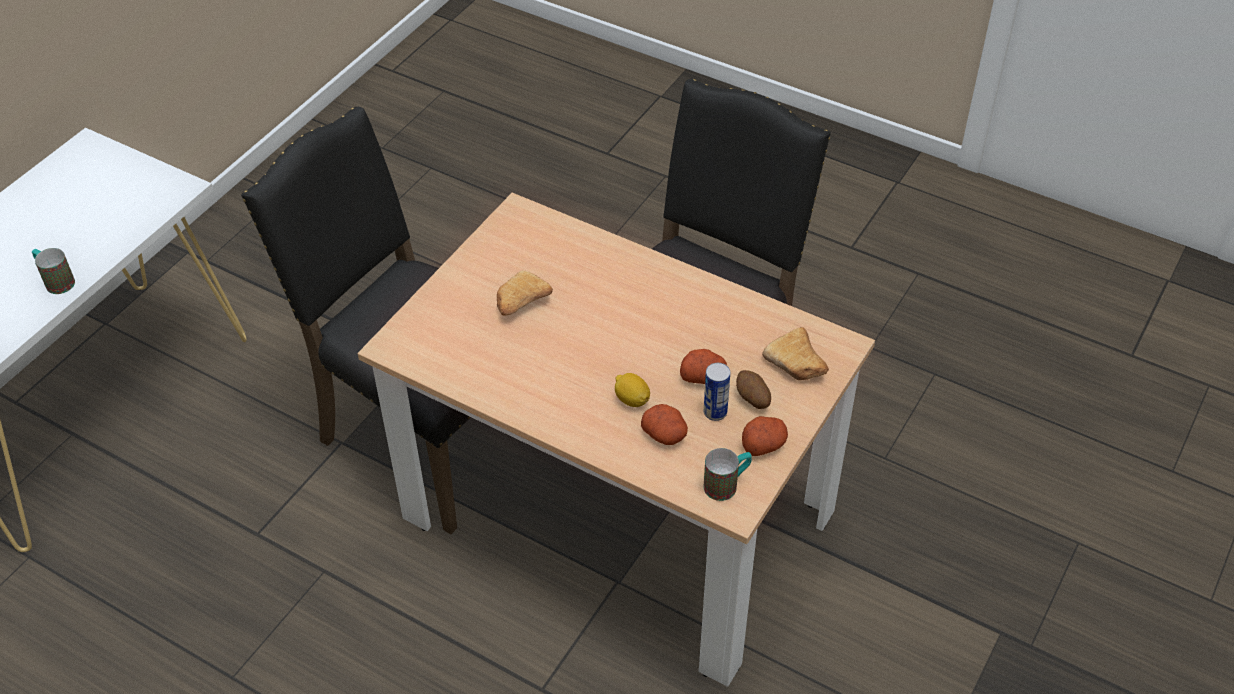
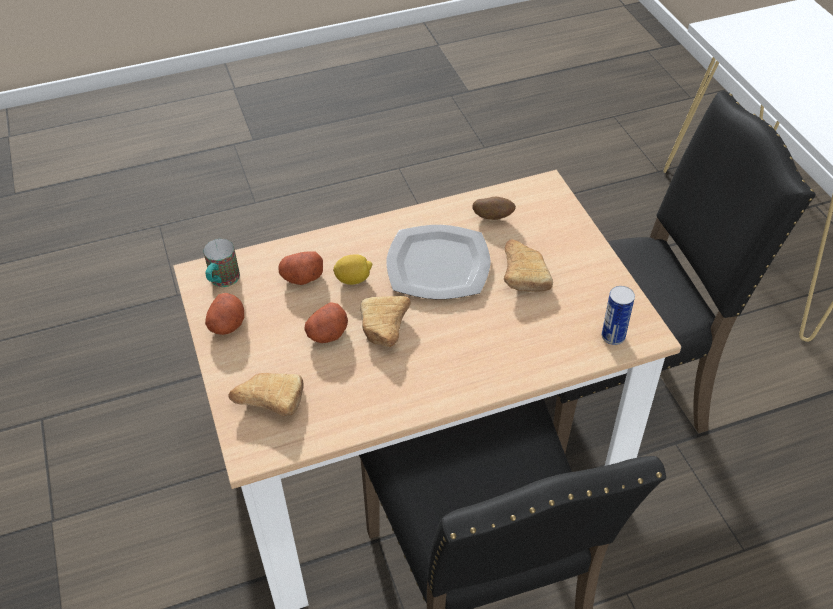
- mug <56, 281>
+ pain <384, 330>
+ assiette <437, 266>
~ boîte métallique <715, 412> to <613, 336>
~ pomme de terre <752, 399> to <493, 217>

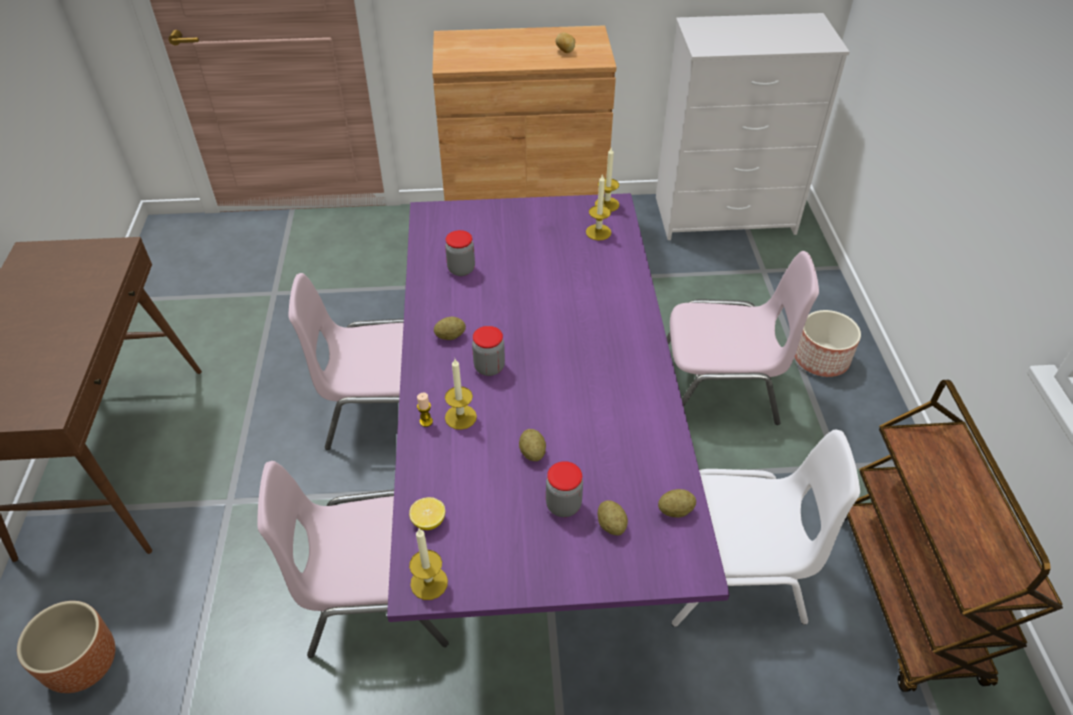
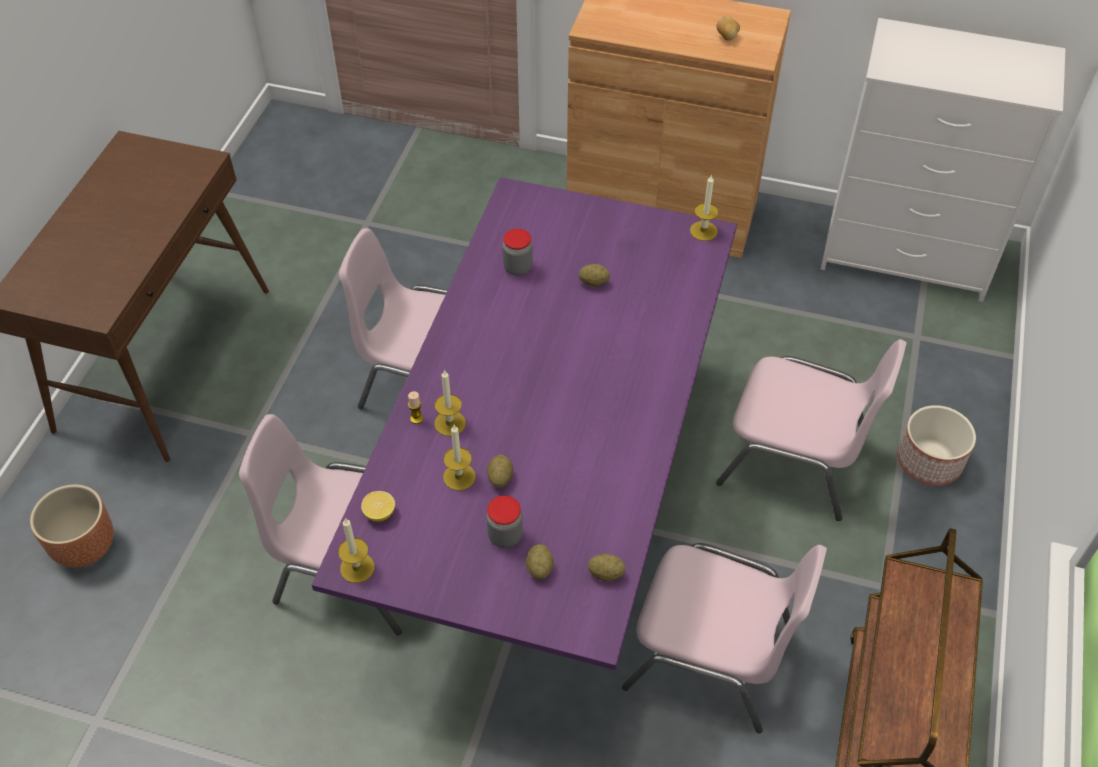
- bocal <489, 367>
~ pomme de terre <450, 336> to <593, 282>
~ bougie <598, 232> to <459, 477>
~ chaise [blanc] <734, 570> to chaise [rose] <712, 656>

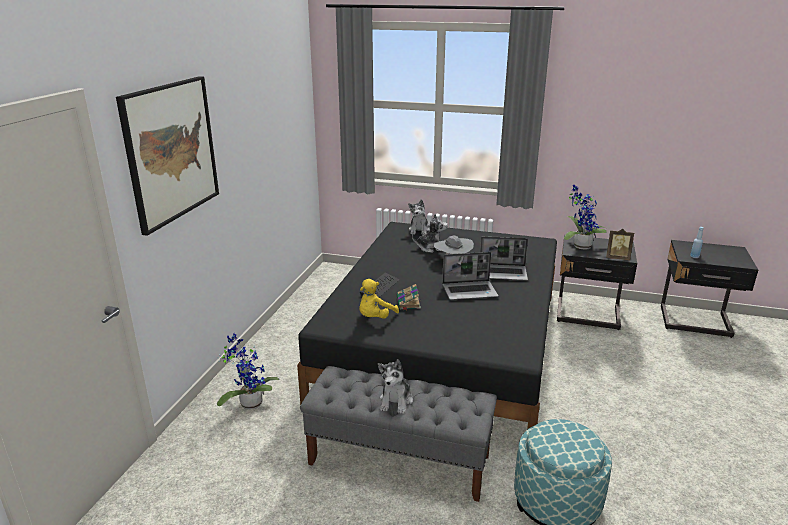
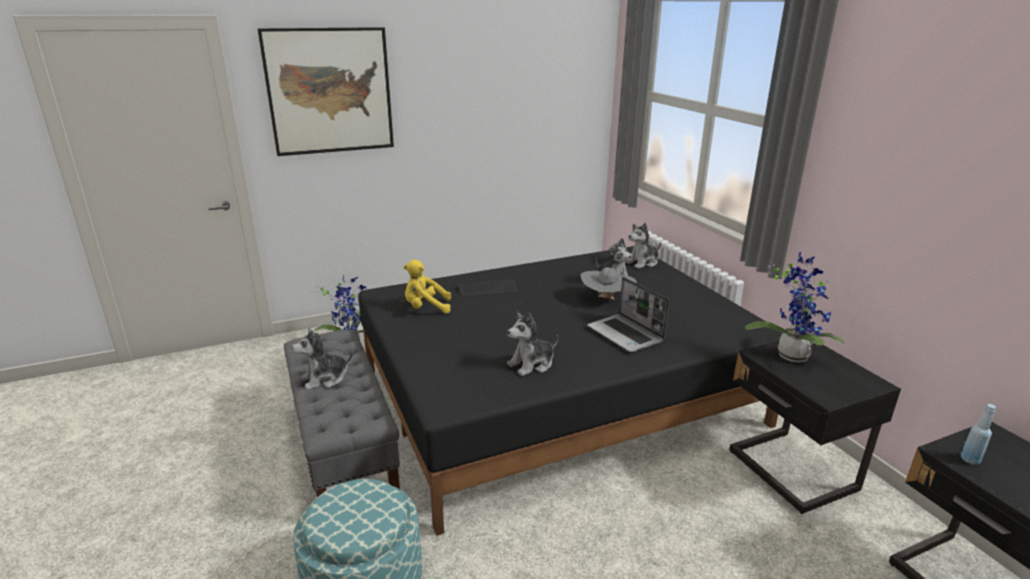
- livre <408, 303>
- ordinateur portable <470, 291>
- cadre photo <617, 258>
+ peluche <532, 364>

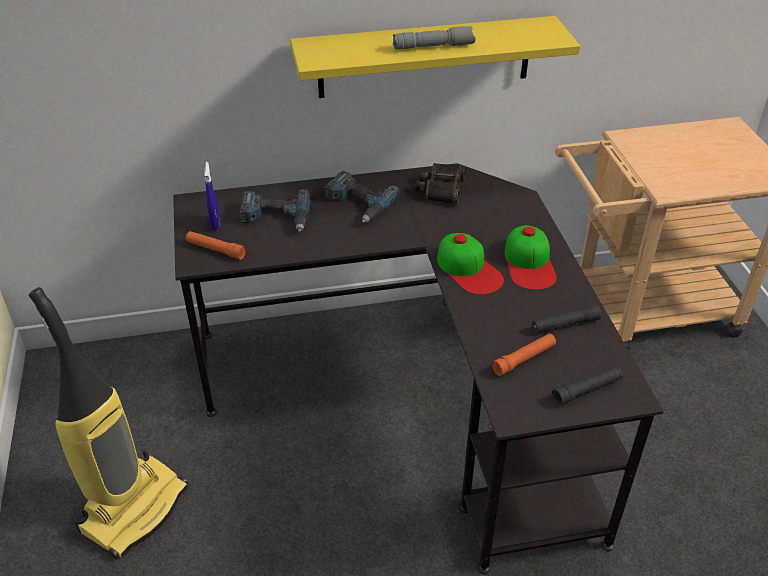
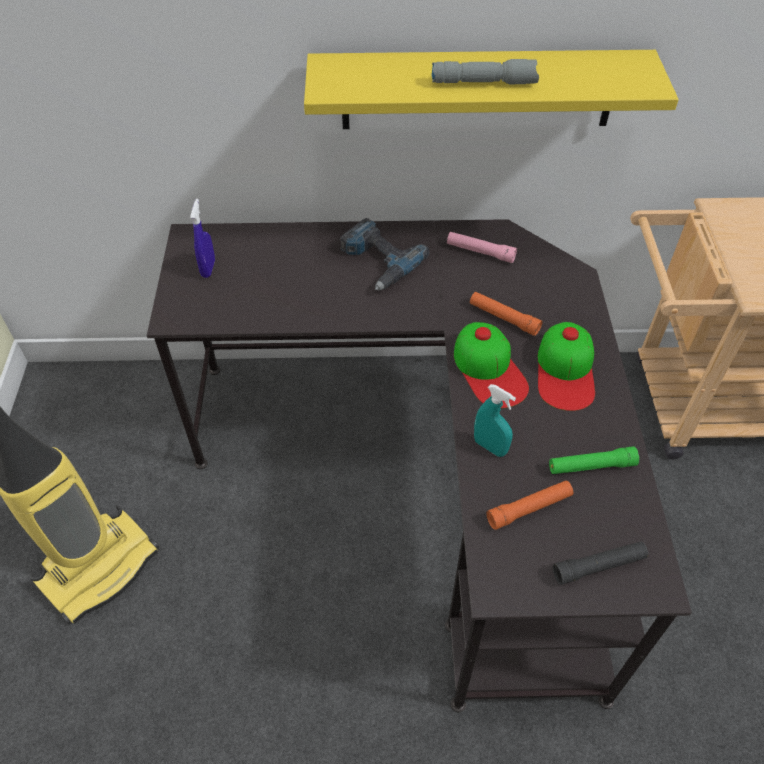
- perceuse <276, 217>
+ vaporisateur [turquoise] <490, 447>
~ lampe de poche [orange] <215, 250> to <503, 318>
~ jumelles <440, 188> to lampe de poche [rose] <480, 252>
~ lampe de poche [noir] <565, 325> to lampe de poche [vert] <591, 466>

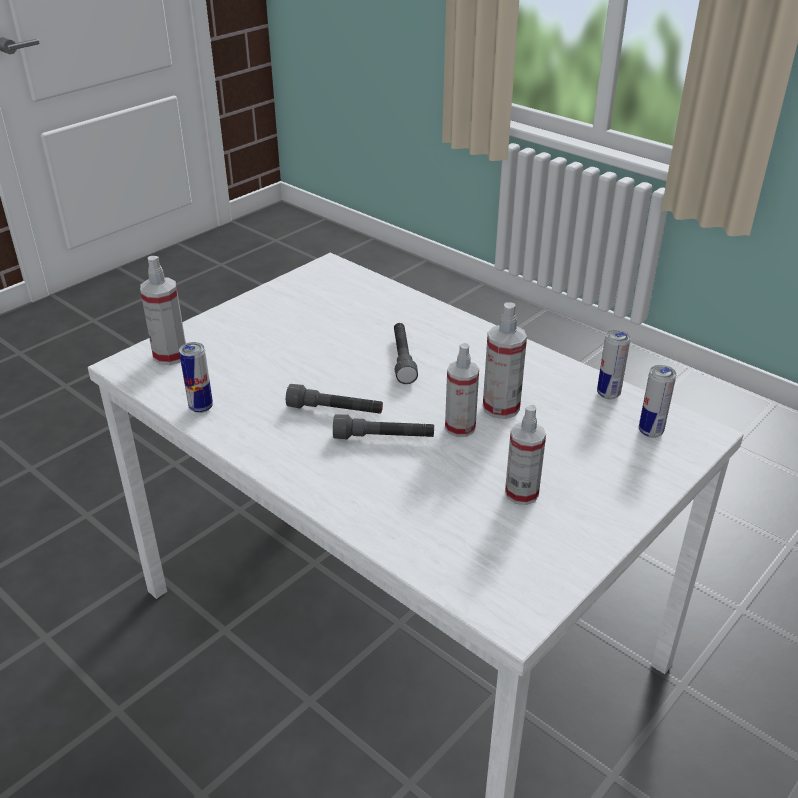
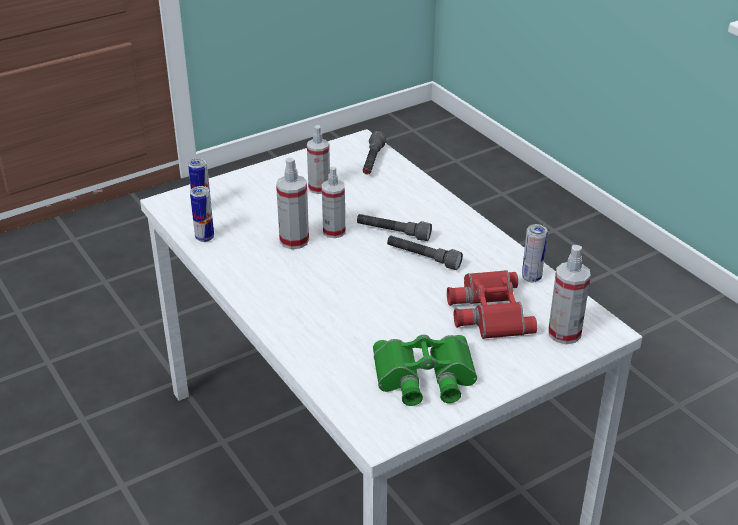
+ jumelles [vert] <424, 378>
+ jumelles [rouge] <487, 311>
~ lampe de poche [gris] <402, 359> to <372, 161>

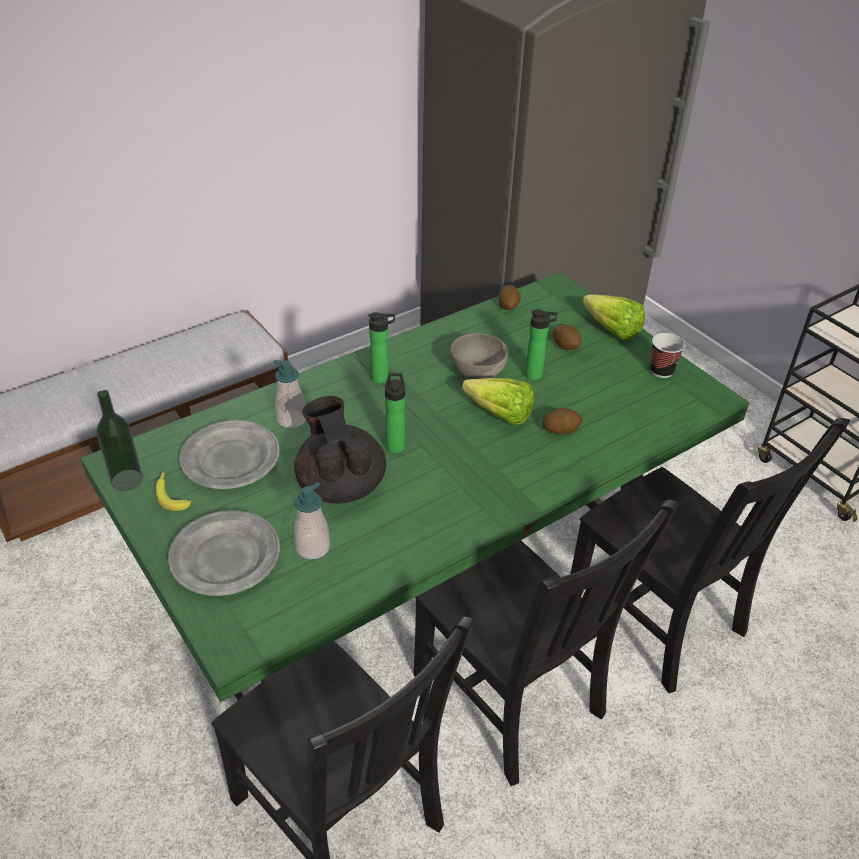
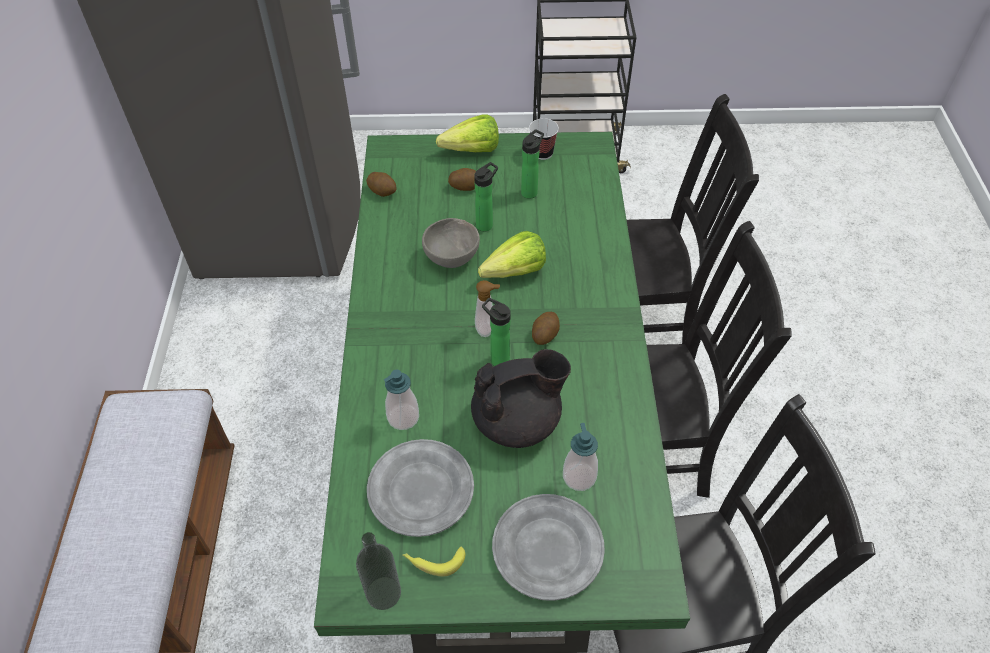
+ distributeur de savon <487, 329>
~ bouteille <382, 378> to <530, 191>
~ pomme de terre <561, 429> to <545, 334>
~ théière [noir] <340, 485> = <518, 421> 150 degrees clockwise

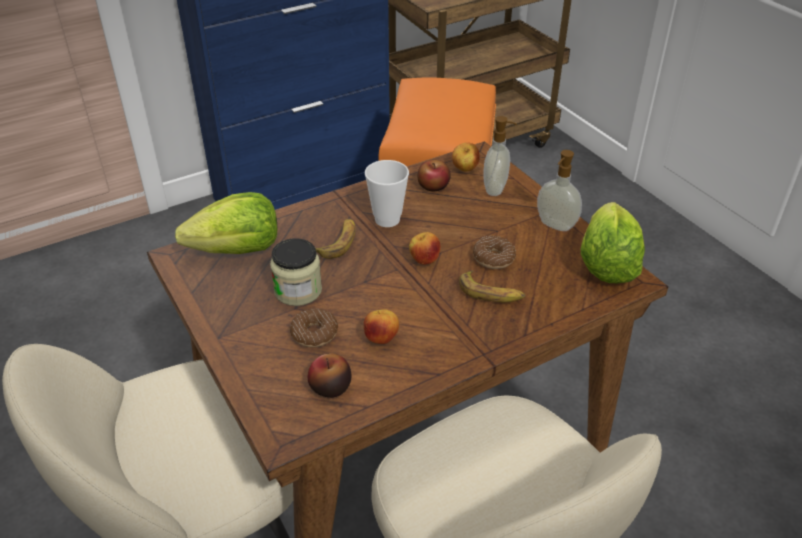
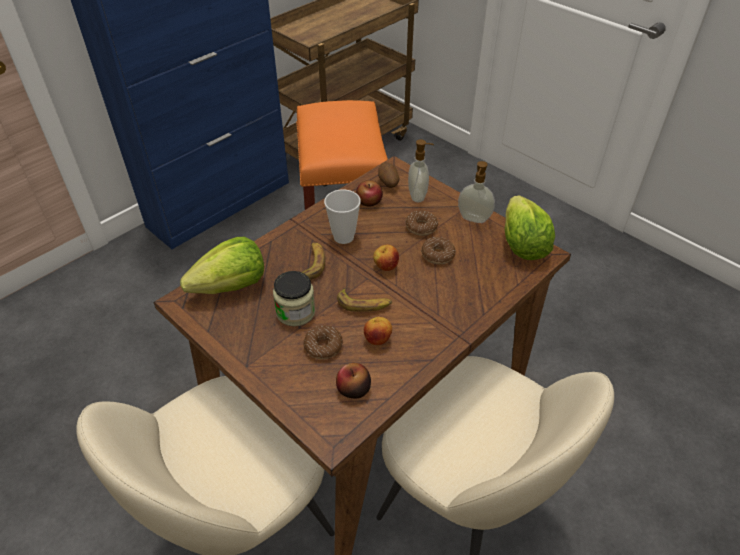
+ beignet <421, 227>
~ banane <491, 293> to <364, 304>
~ pomme <464, 169> to pomme de terre <388, 183>

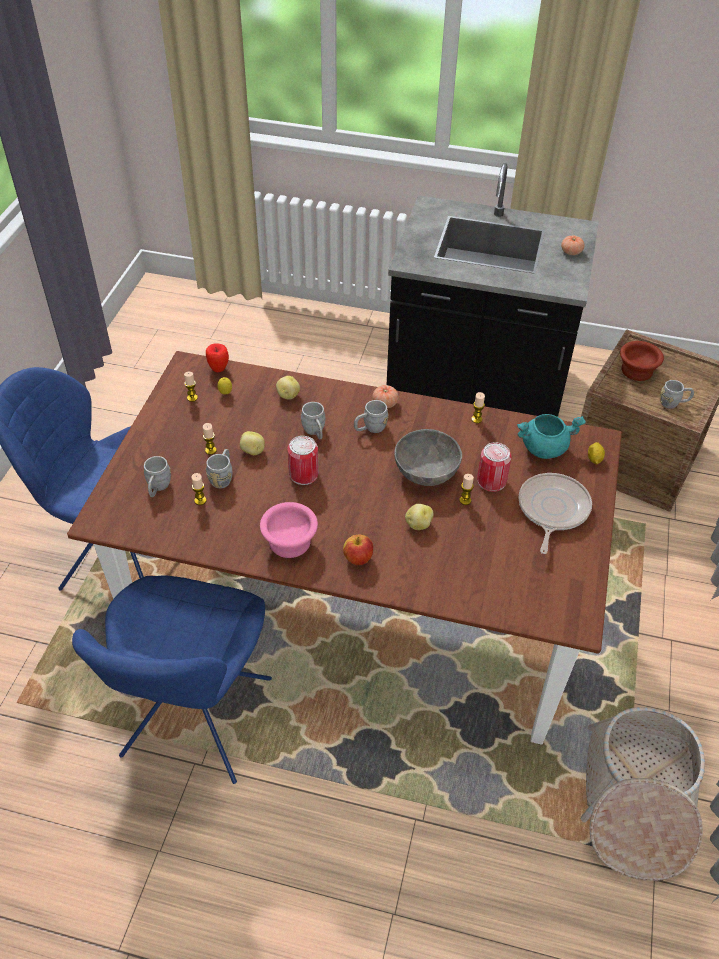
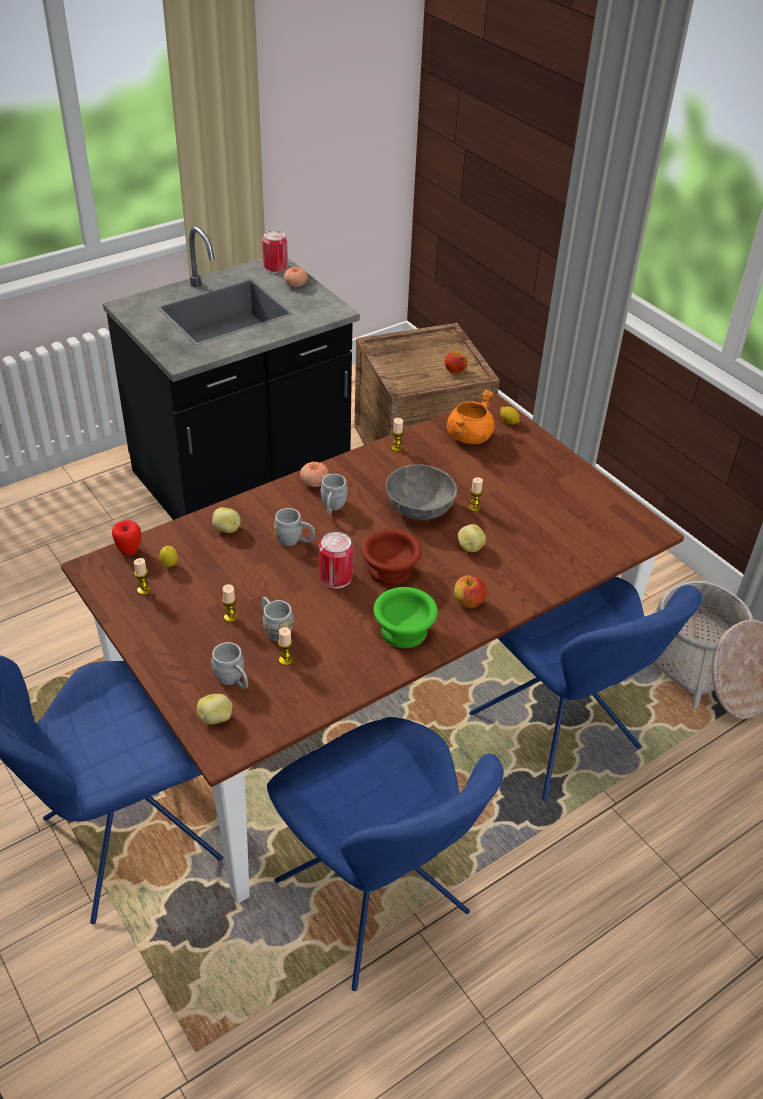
- poêle <552, 510>
+ chaise [bleu] <557, 736>
~ pomme de terre <252, 451> to <216, 718>
~ boîte métallique <491, 481> to <275, 267>
~ bol [marron] <637, 370> to <389, 569>
~ mug [gris] <673, 403> to pomme <455, 371>
~ bol [rose] <289, 543> to bol [vert] <405, 632>
~ marmite [turquoise] <544, 447> to marmite [orange] <469, 436>

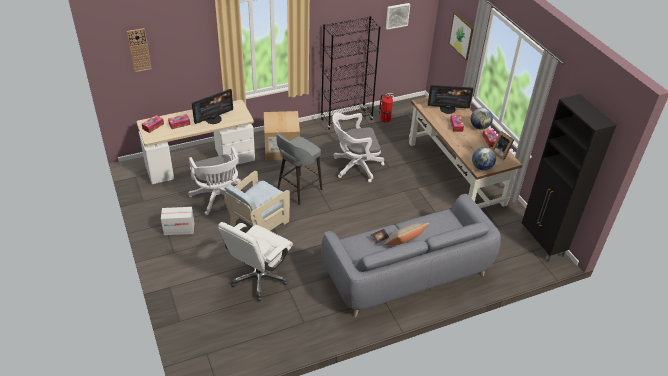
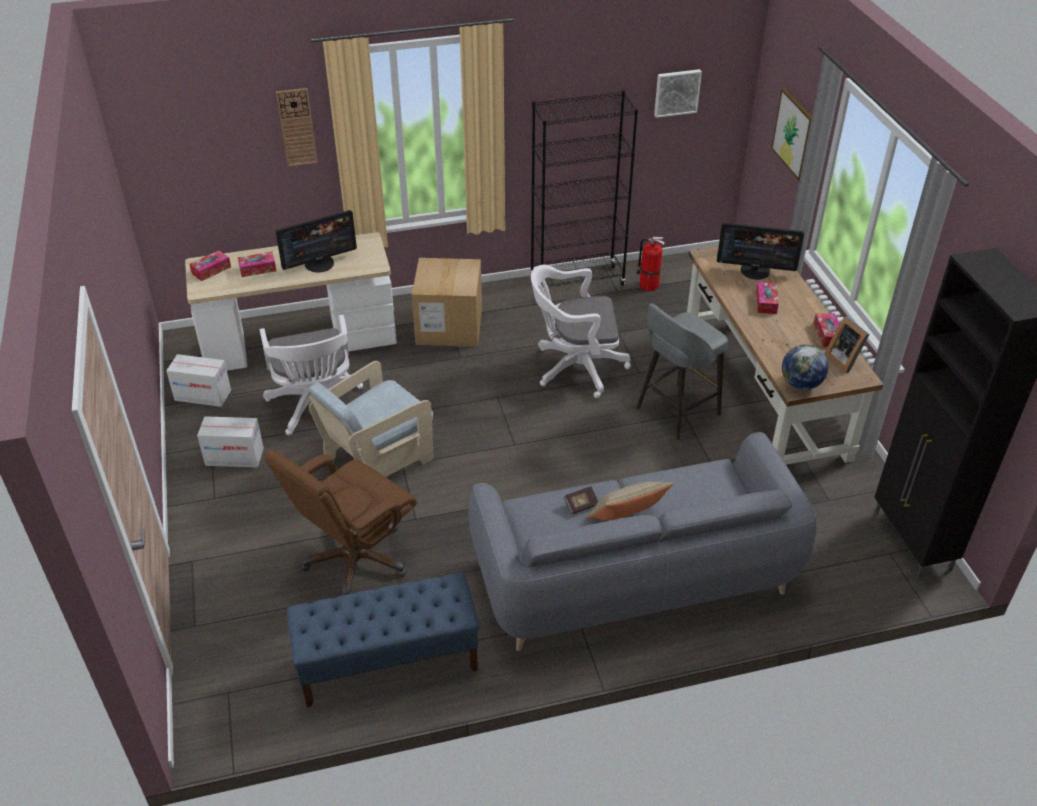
- globe <479, 127>
+ carton <202, 395>
+ banc [bleu] <387, 663>
~ horloge murale <139, 50> to <297, 127>
~ tabouret [gris] <298, 190> to <675, 412>
~ chaise de bureau [blanc] <259, 278> to chaise de bureau [marron] <356, 560>

